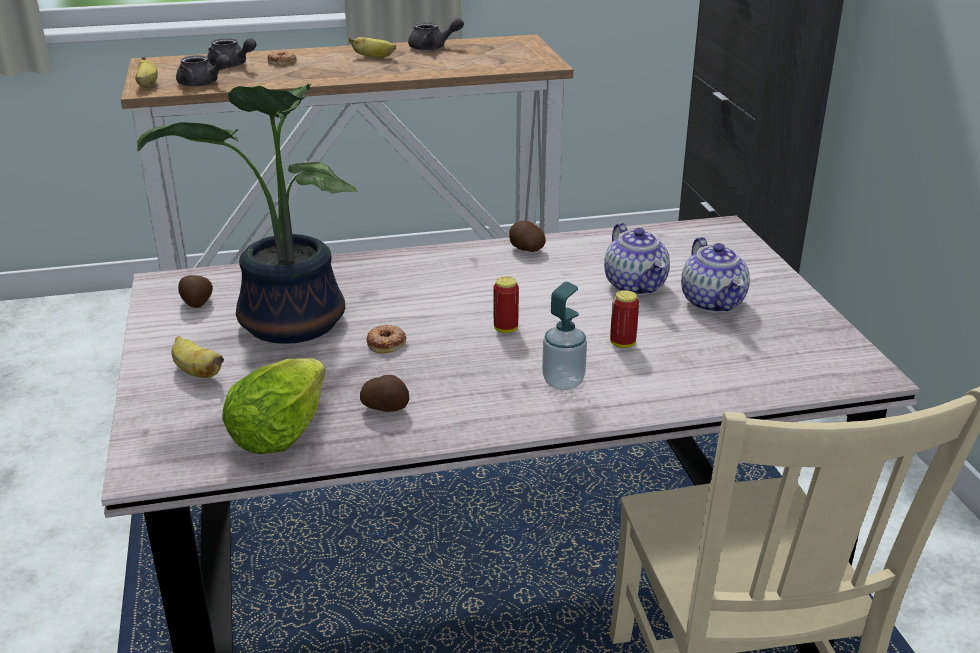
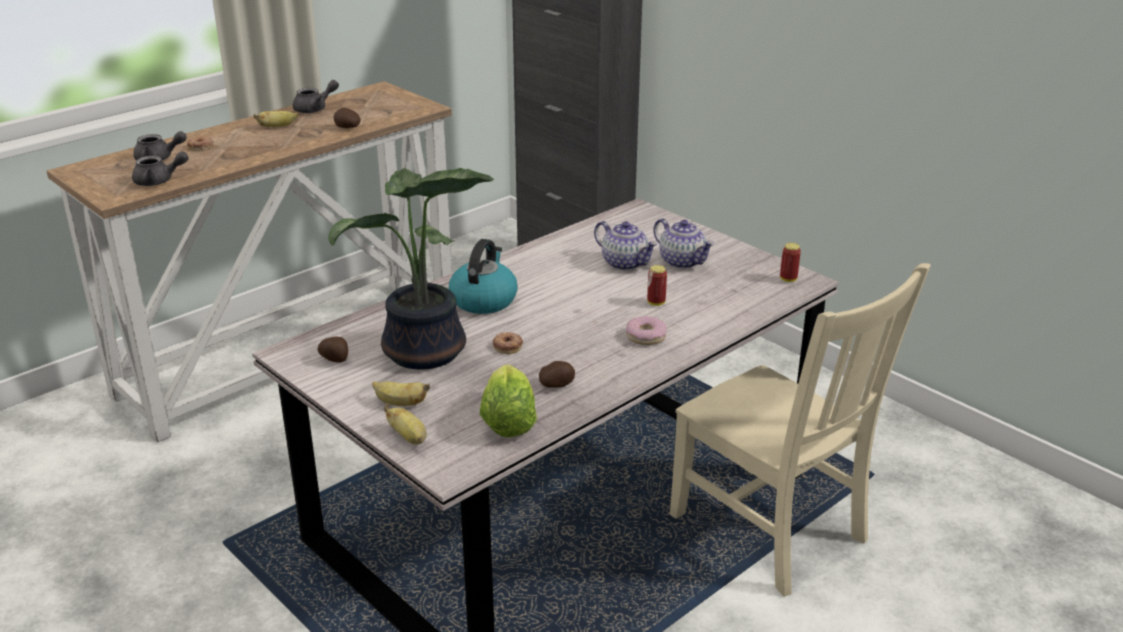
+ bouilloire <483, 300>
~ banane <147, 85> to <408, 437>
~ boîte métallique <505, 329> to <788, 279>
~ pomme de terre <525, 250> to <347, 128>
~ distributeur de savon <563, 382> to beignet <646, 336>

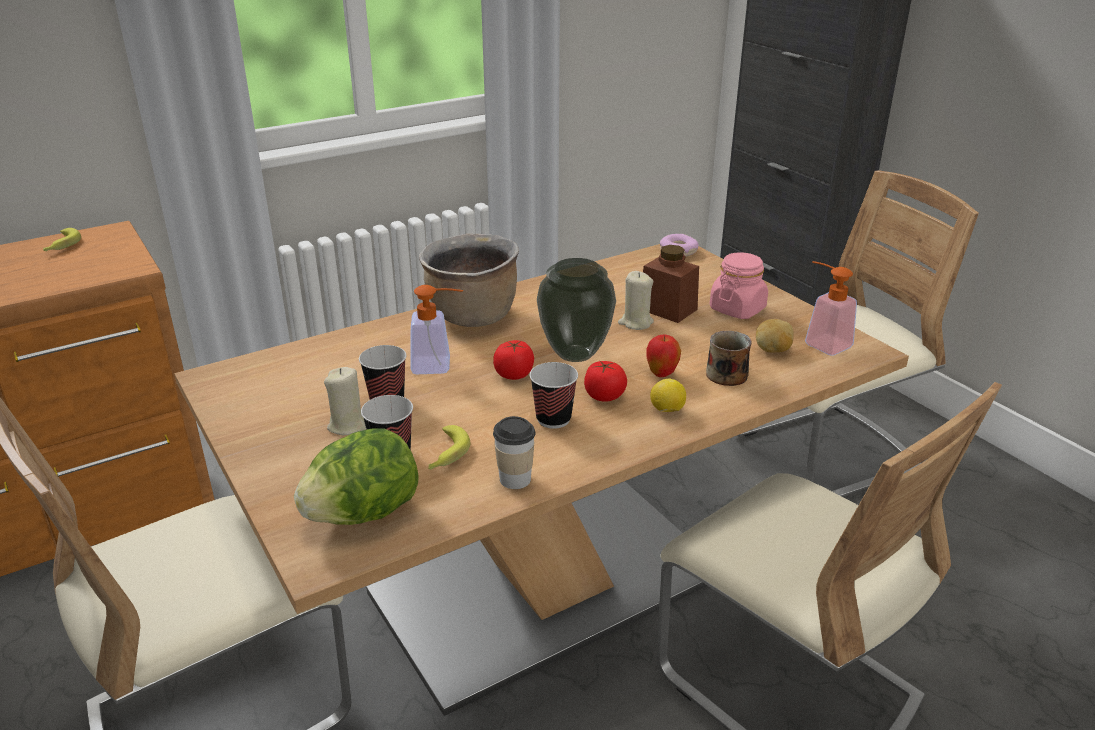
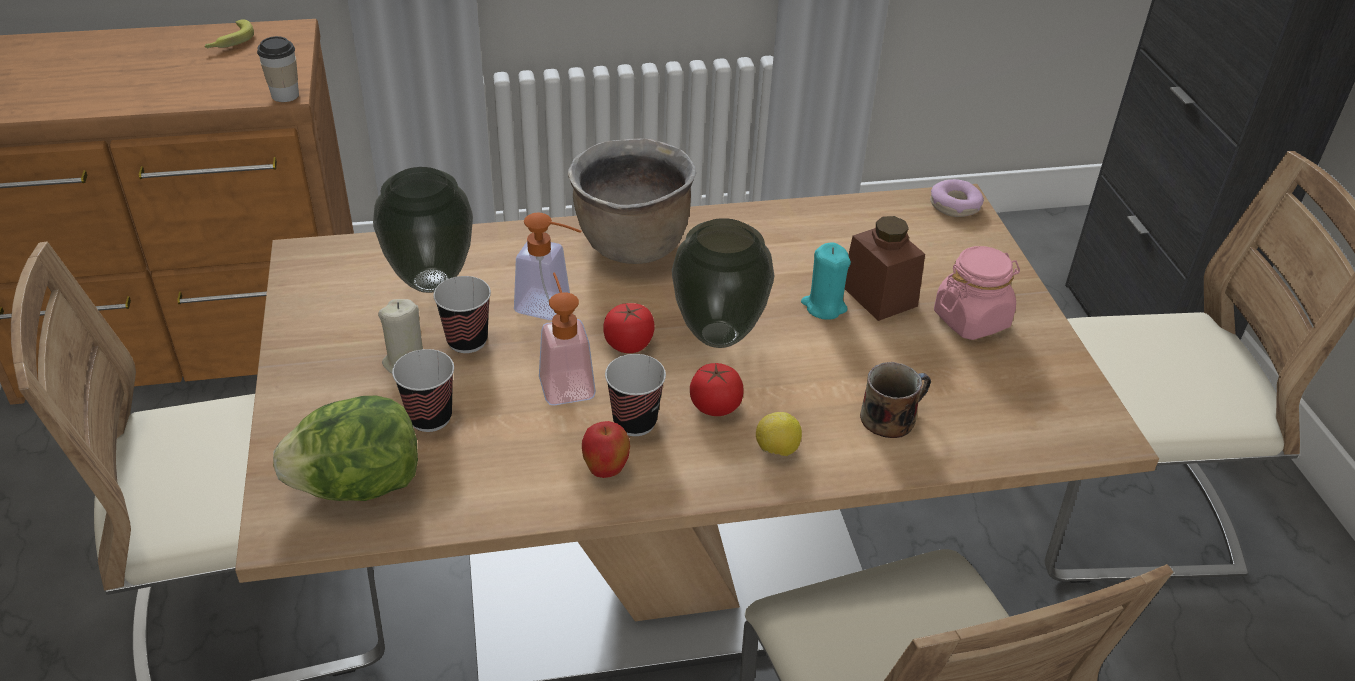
- banane <445, 455>
- pomme de terre <772, 350>
+ vase <429, 281>
~ tasse <515, 479> to <285, 95>
~ pomme <662, 374> to <606, 471>
~ distributeur de savon <821, 342> to <564, 380>
~ bougie [beige] <635, 323> to bougie [turquoise] <824, 306>

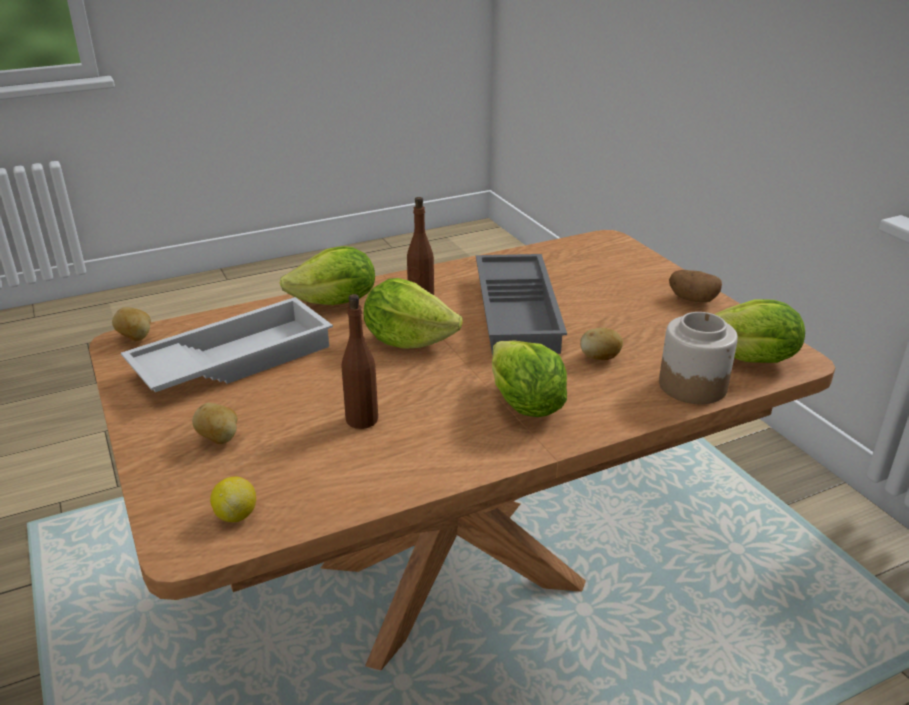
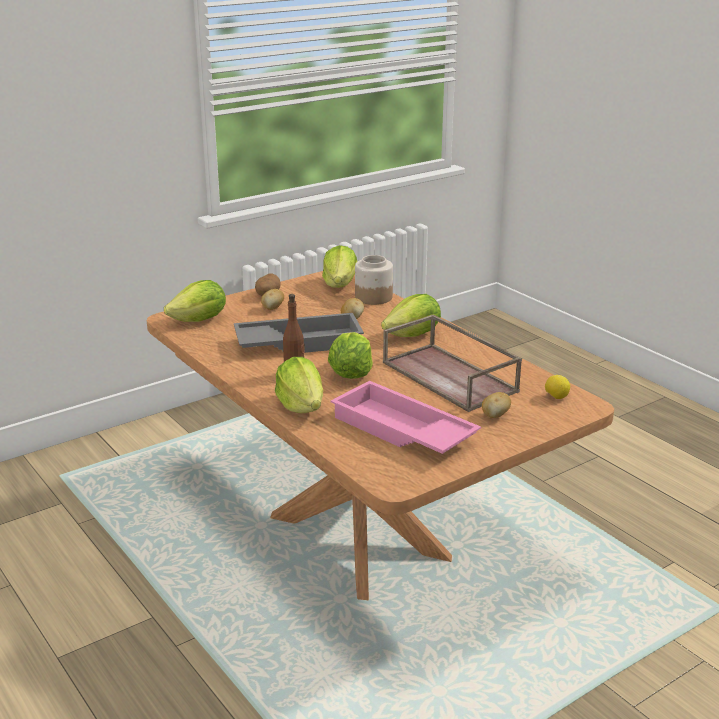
+ laitue <199, 320>
~ pomme de terre <136, 337> to <273, 308>
~ bouteille [marron] <361, 419> to plateau [marron] <451, 377>
~ plateau [blanc] <233, 359> to plateau [rose] <400, 431>

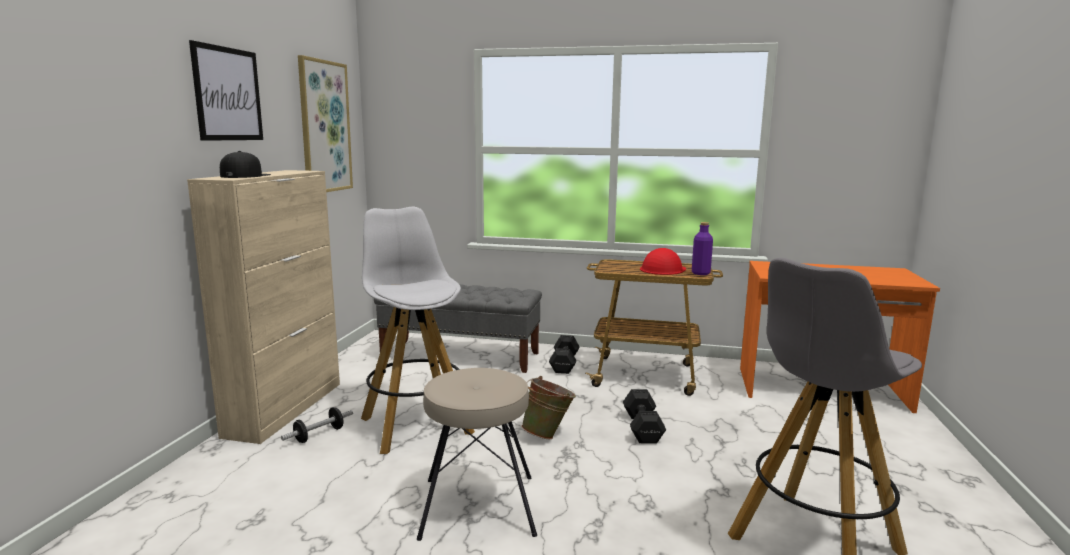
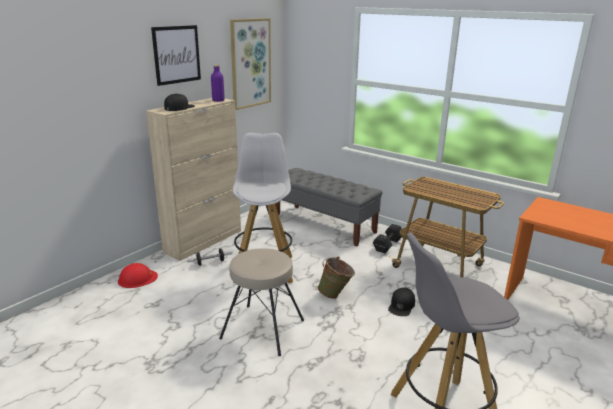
~ casque de chantier [rouge] <662, 269> to <137, 278>
~ bouteille [violet] <700, 273> to <218, 100>
~ haltère [noir] <643, 427> to casquette [noir] <401, 305>

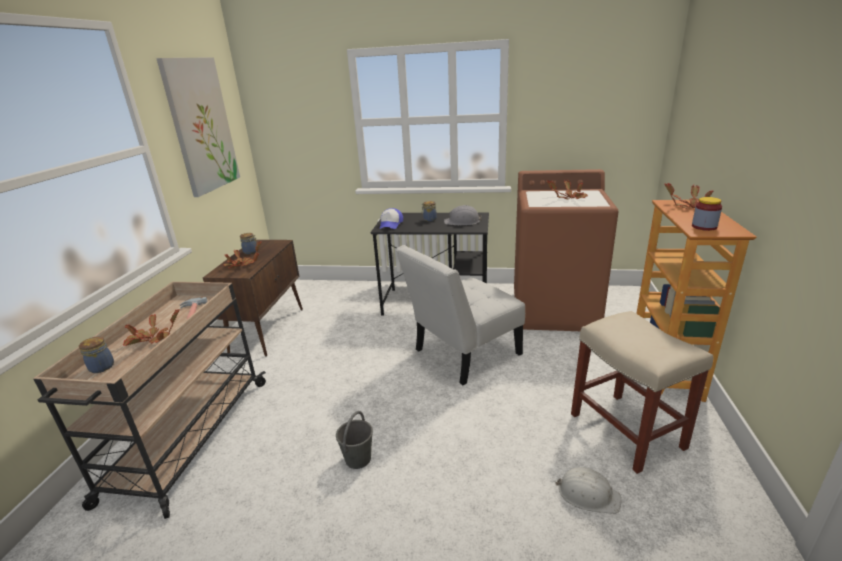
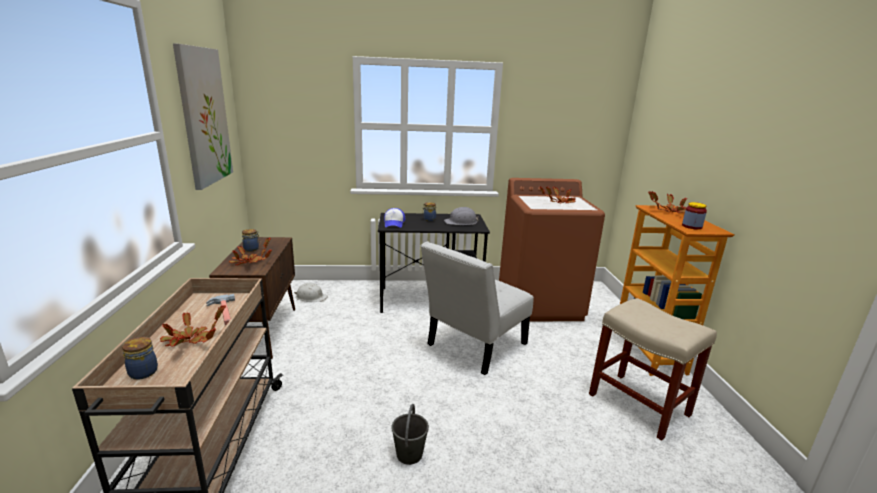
~ casque de chantier [blanc] <588, 494> to <311, 297>

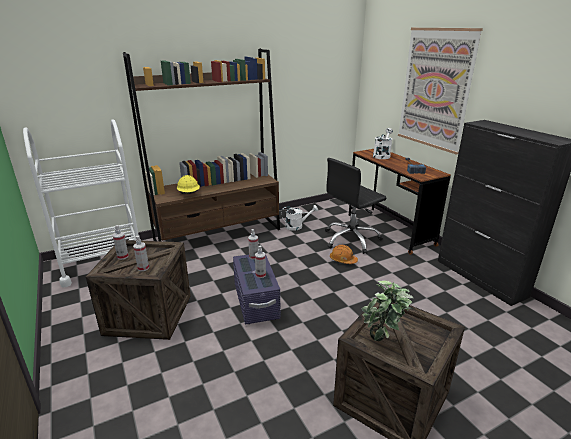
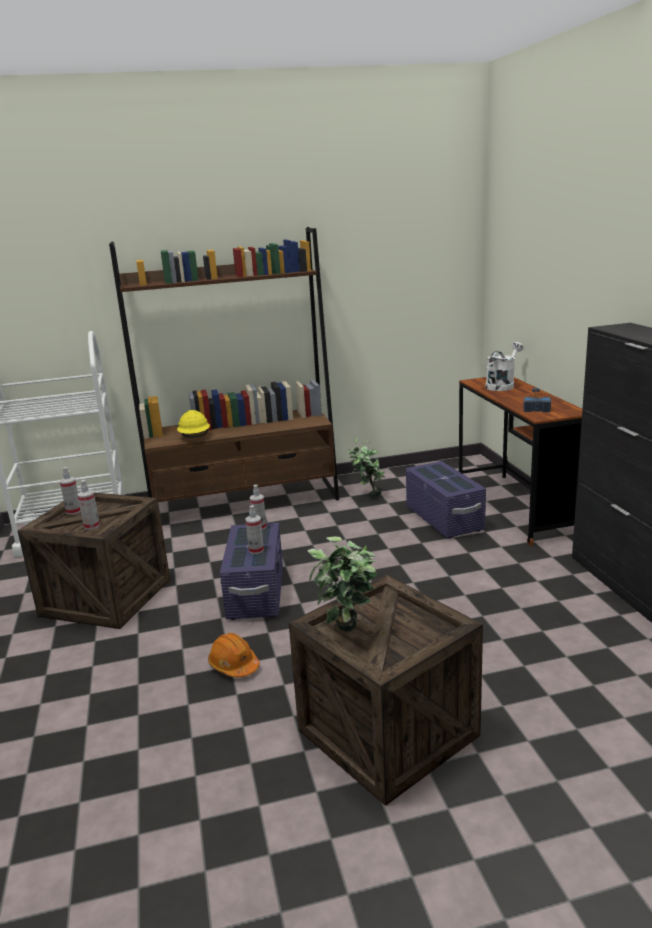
- tableau <435, 89>
~ casque de chantier [orange] <343, 260> to <234, 665>
~ arrosoir [blanc] <297, 226> to plante en pot <367, 496>
~ chaise de bureau [noir] <351, 239> to boîte de rangement [violet] <444, 519>

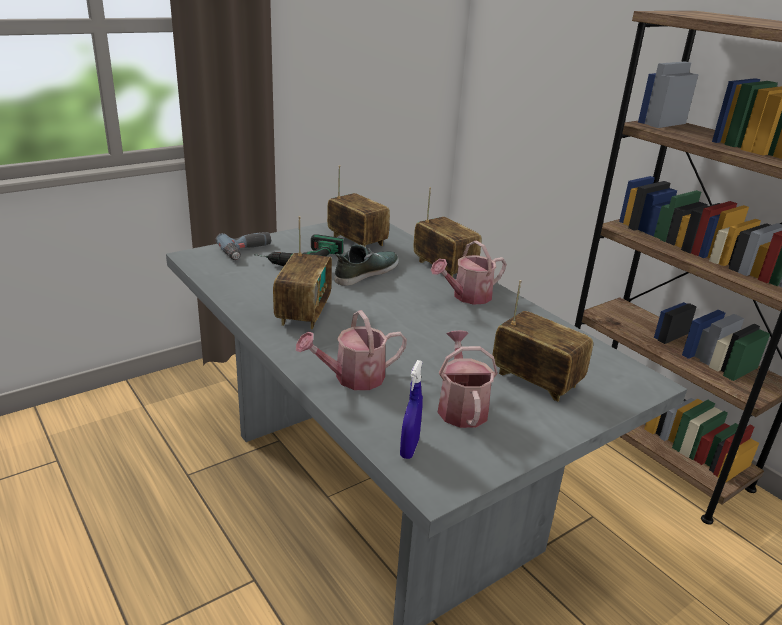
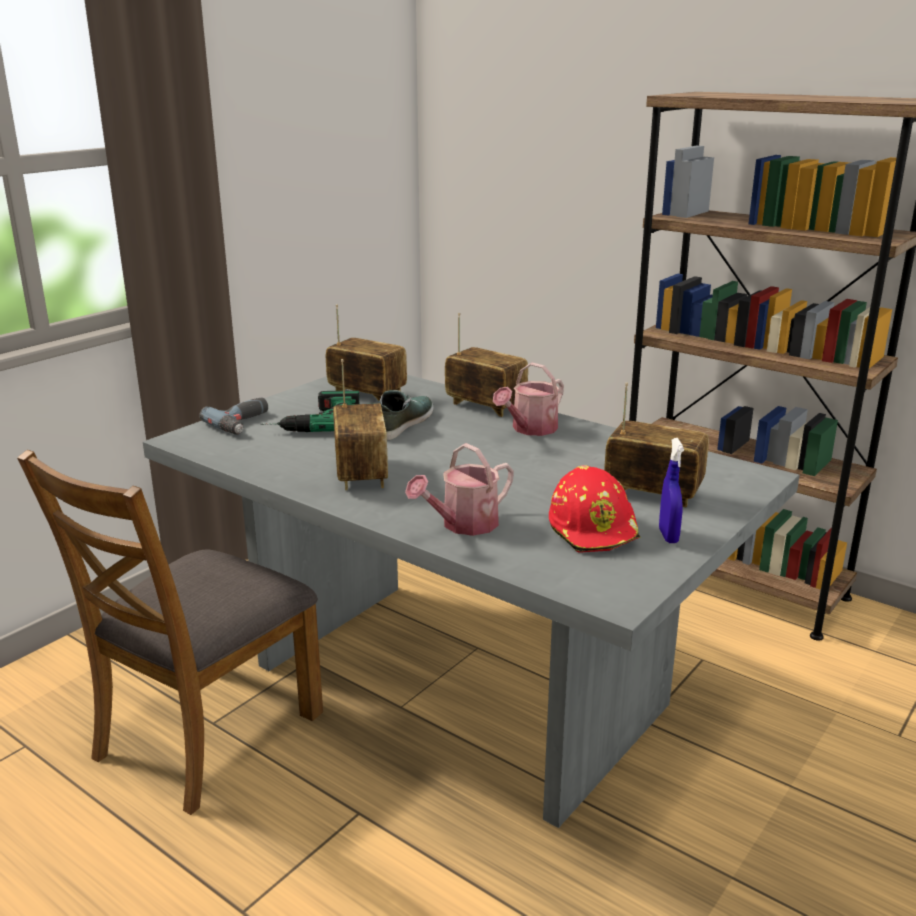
+ chaise [marron] <206, 734>
~ vaporisateur [bleu] <409, 448> to <668, 536>
~ arrosoir <461, 406> to casque de chantier [rouge] <594, 529>

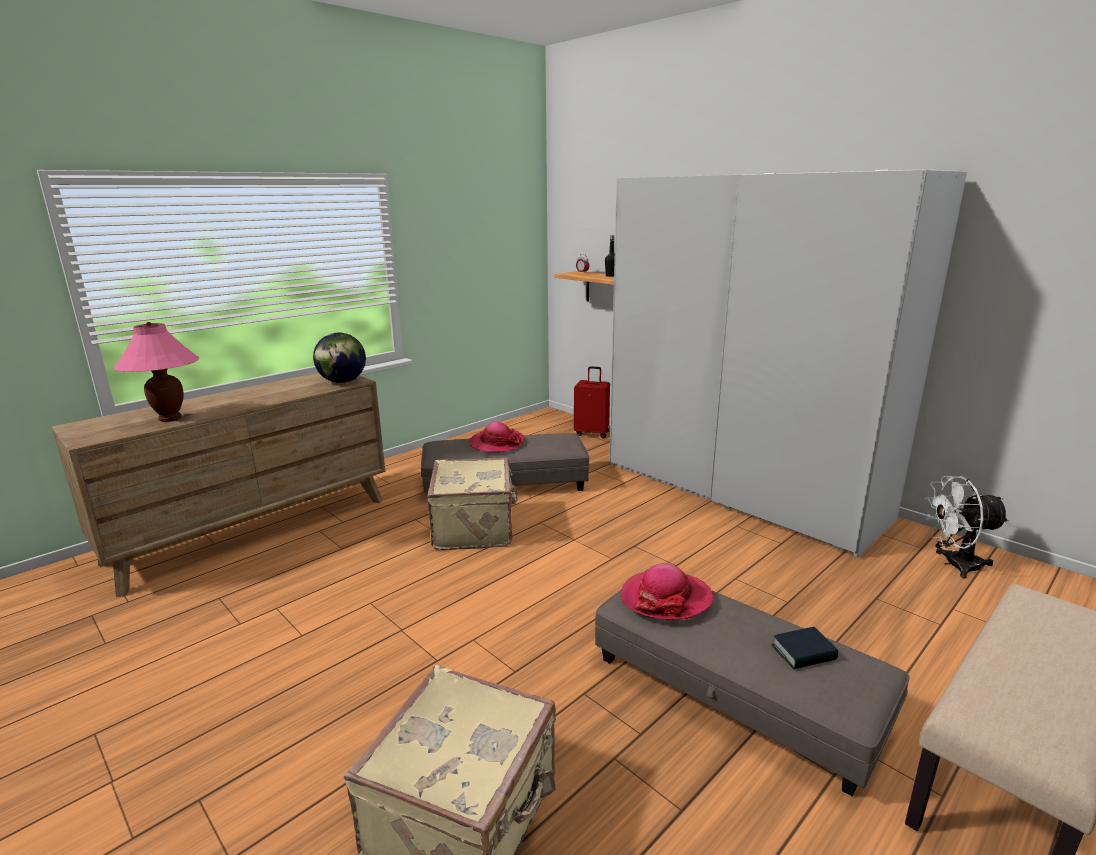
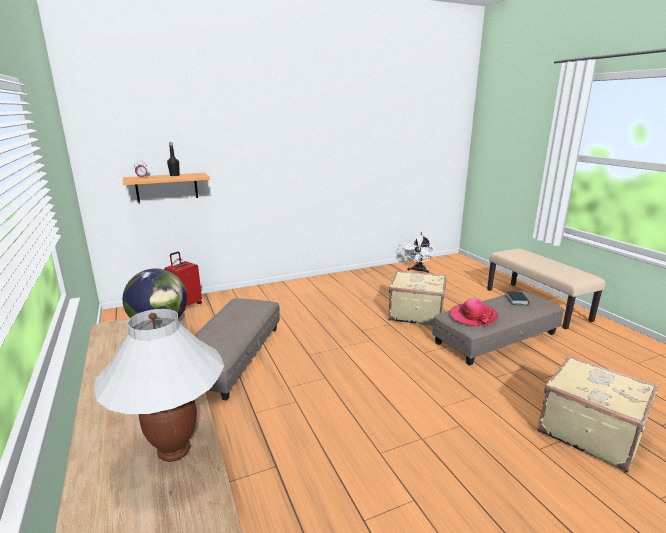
- chapeau <496, 443>
- armoire [blanc] <739, 490>
~ valise [beige] <475, 528> to <415, 314>
~ lampe de table [rose] <170, 418> to lampe de table [blanc] <174, 450>

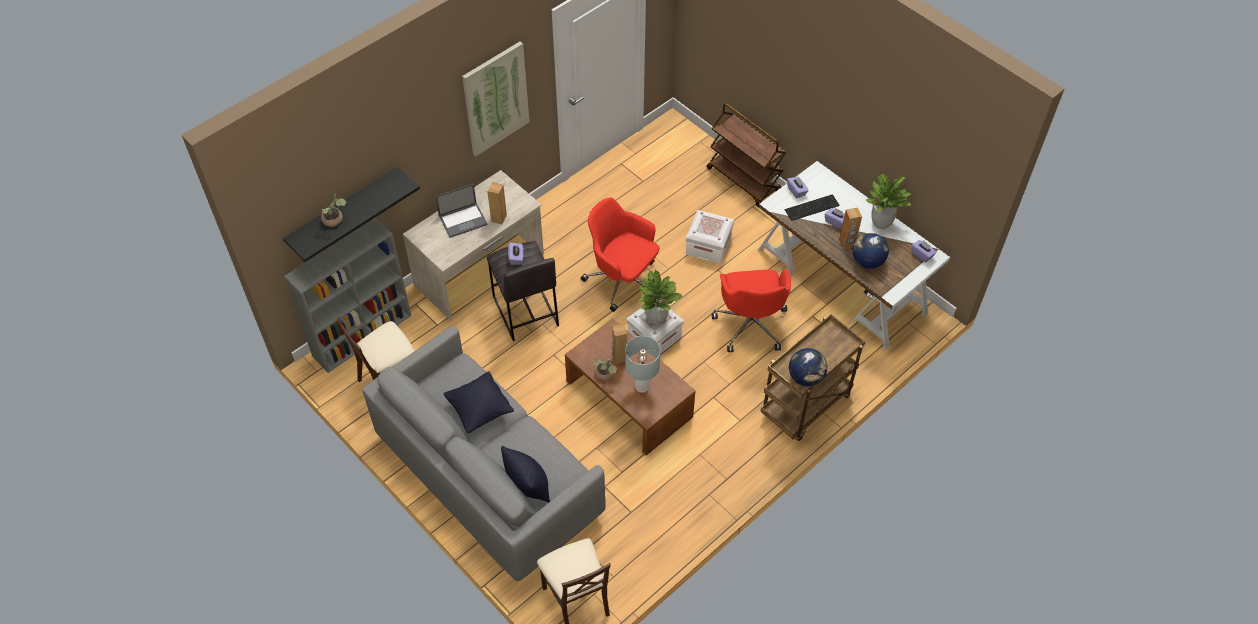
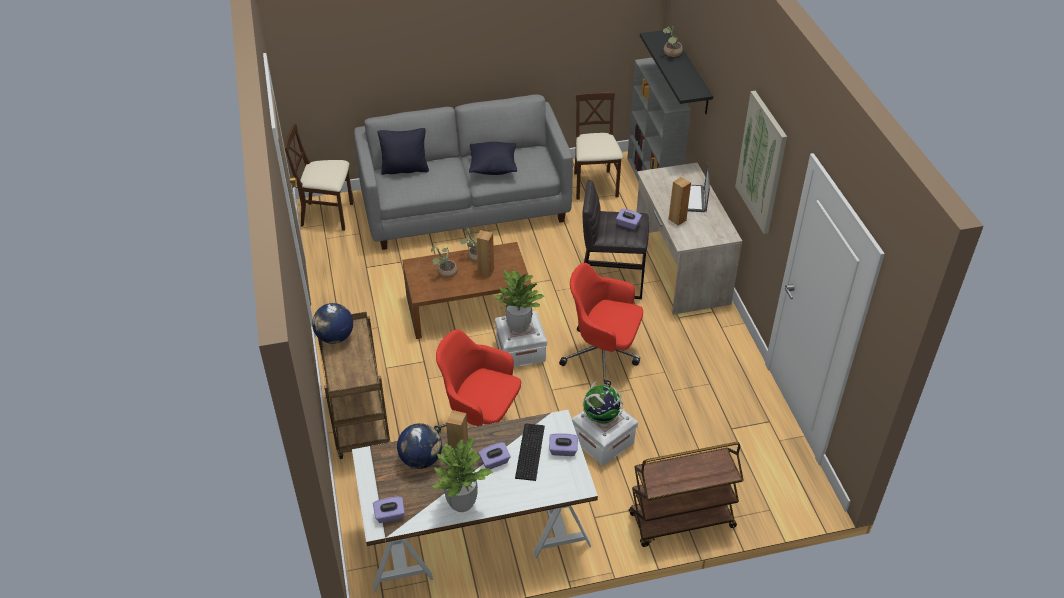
+ globe <601, 417>
~ lampe de table [gris] <642, 386> to plante en pot <444, 273>
~ chaise de bureau [rouge] <622, 280> = <603, 356> 135 degrees counterclockwise

